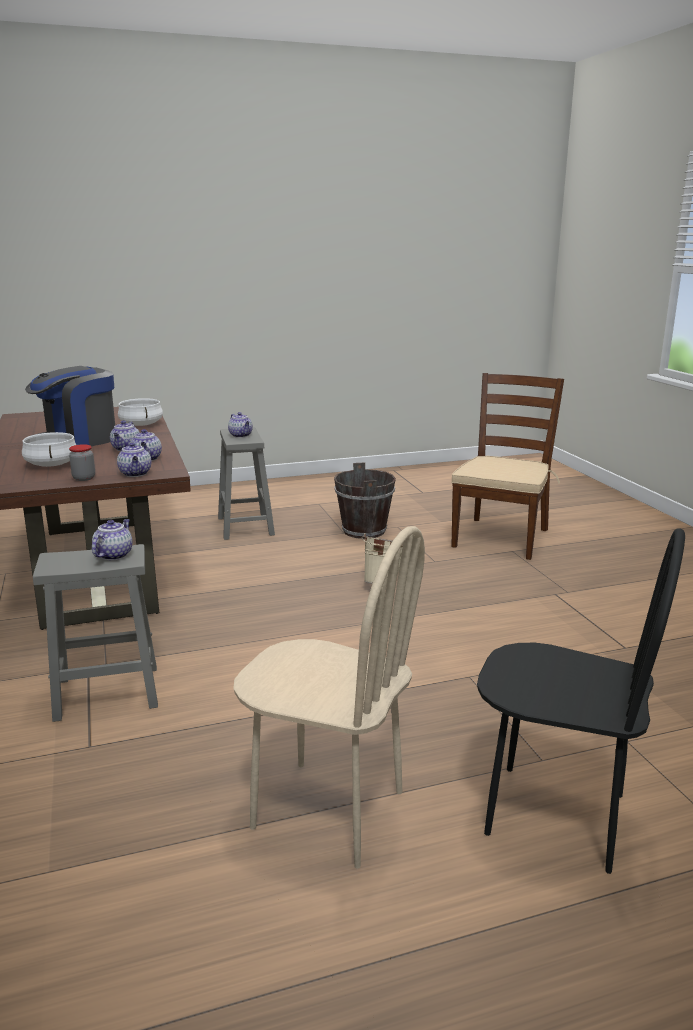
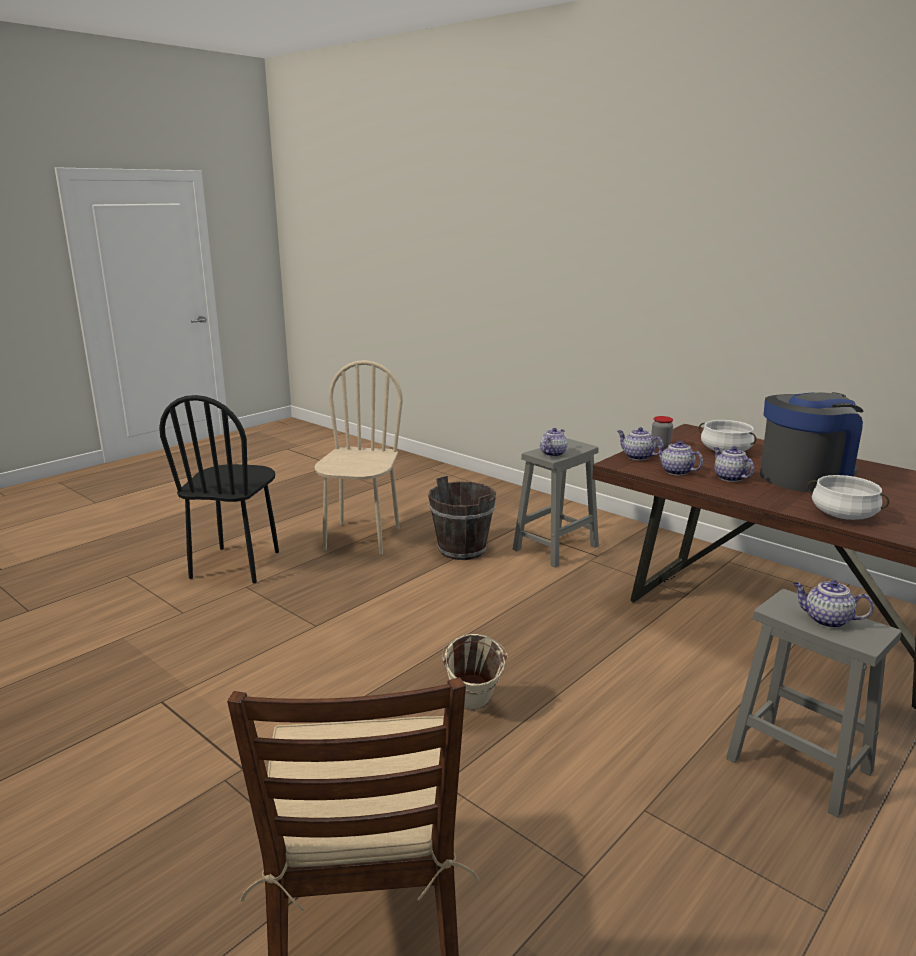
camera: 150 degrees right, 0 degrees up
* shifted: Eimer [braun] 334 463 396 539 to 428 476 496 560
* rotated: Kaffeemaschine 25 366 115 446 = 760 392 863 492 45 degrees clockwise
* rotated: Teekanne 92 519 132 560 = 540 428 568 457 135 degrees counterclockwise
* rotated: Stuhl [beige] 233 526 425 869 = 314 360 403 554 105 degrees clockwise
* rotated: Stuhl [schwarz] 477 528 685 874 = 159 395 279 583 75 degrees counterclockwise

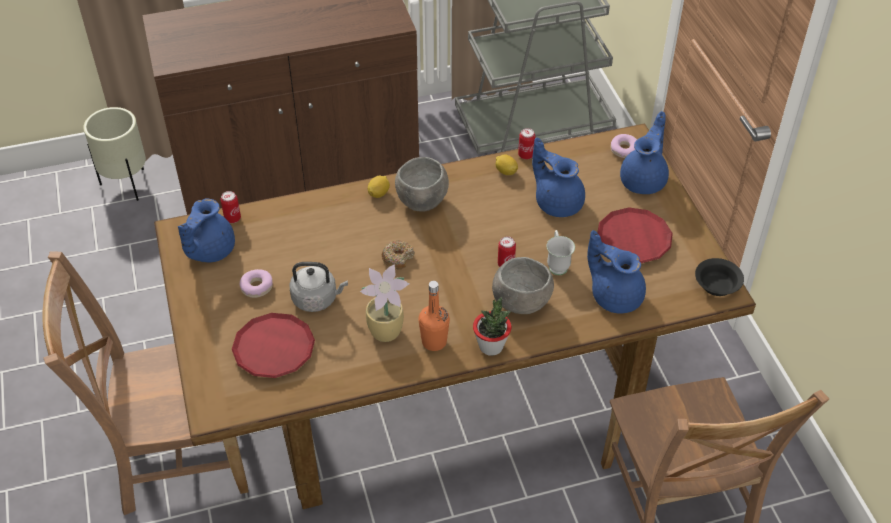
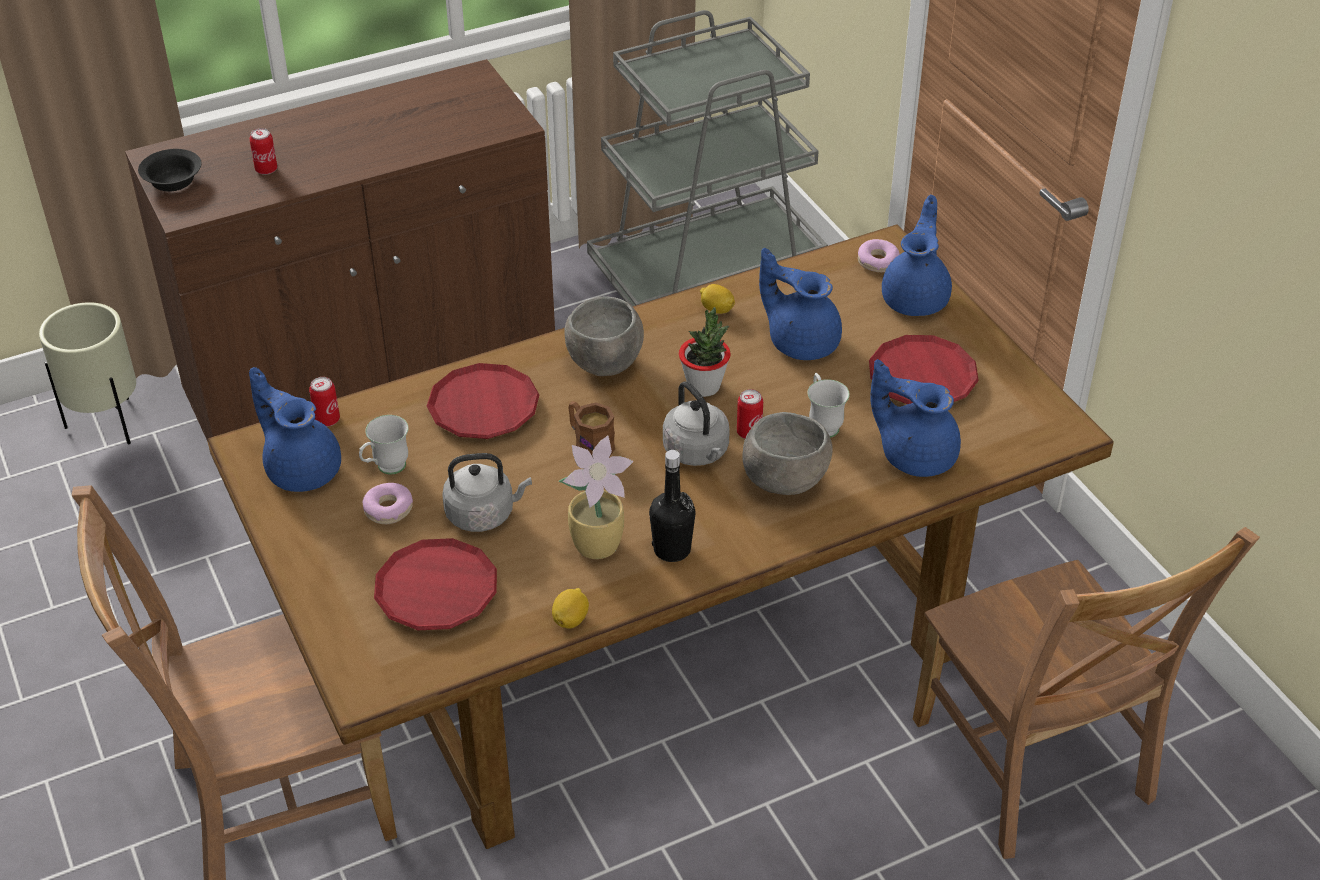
camera: 10 degrees left, 5 degrees down
* new: Henkelbecher [weiß] 359 415 409 475
* new: Teller [rot] 427 363 539 439
* new: Wasserkessel [grau] 663 381 730 466
* shifted: Zitrone 368 176 390 198 to 552 588 589 629
* shifted: Topfpflanze 473 297 511 356 to 679 307 731 397
* shifted: Dose 518 128 535 159 to 250 128 277 175
* shifted: Schüssel [schwarz] 695 258 744 296 to 138 149 202 192
* swapped: Donut 382 240 415 270 to Henkelbecher [braun] 568 401 615 457
* repainted: Flasche [orange] 418 281 450 351 to Flasche [schwarz] 649 450 696 562
* rotated: Teekanne [blau] 178 199 235 263 = 249 367 341 492 120 degrees clockwise

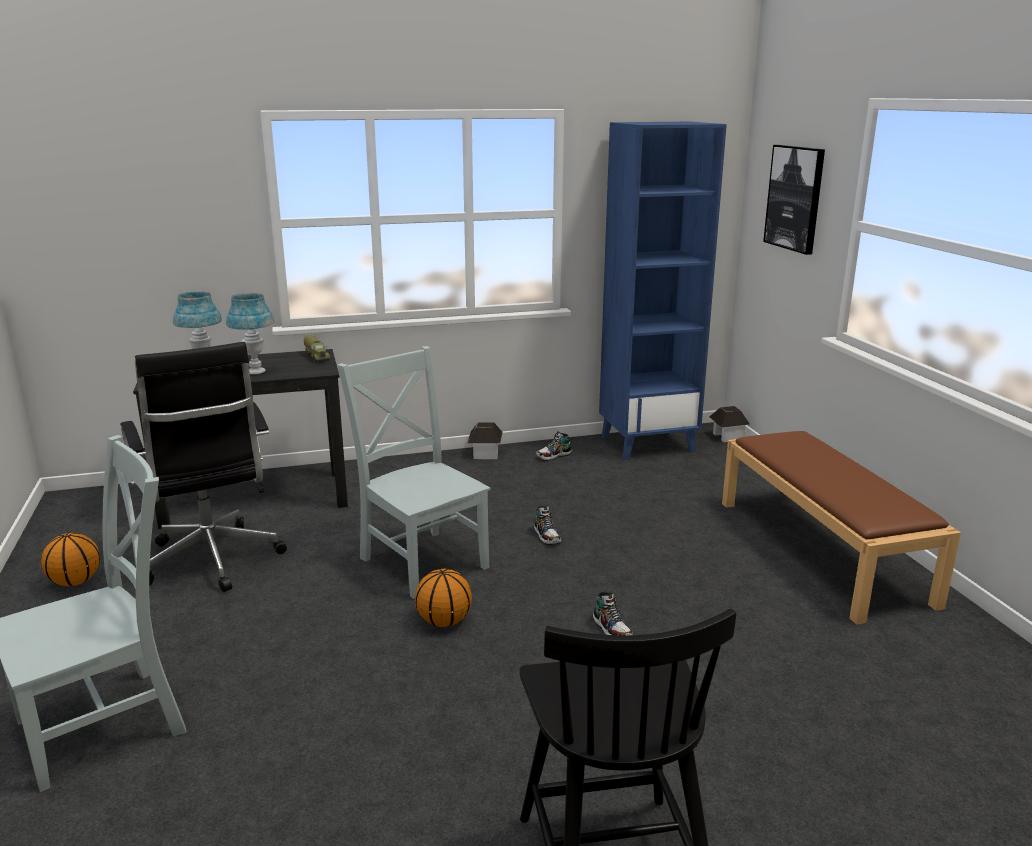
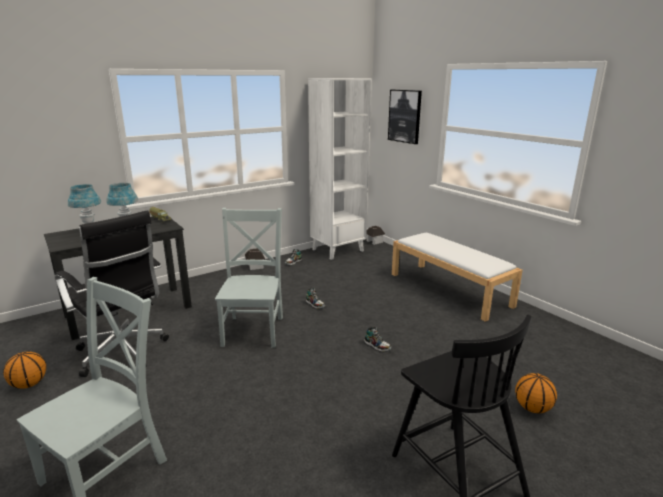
camera: 20 degrees left, 0 degrees up
* shifted: Basketball 415 569 472 627 to 515 373 557 413
* repainted: Bücherregal [blau] 599 122 727 460 to Bücherregal [weiß] 308 78 372 260
* repainted: Bank [braun] 722 431 961 625 to Bank [weiß] 392 233 523 322
* rotated: Stuhl [grau] 337 346 491 599 = 215 208 283 348 60 degrees clockwise

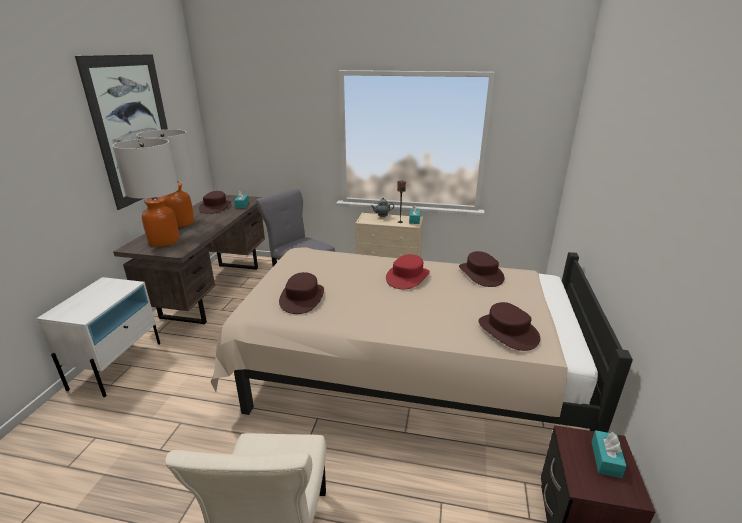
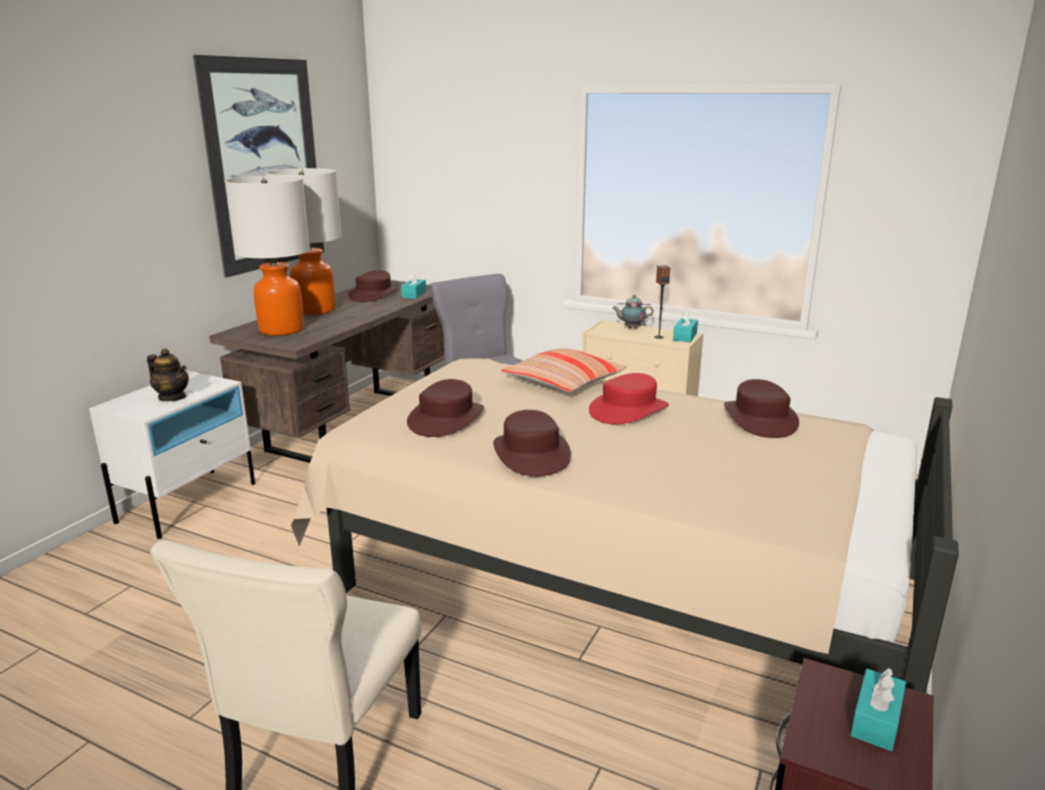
camera: 15 degrees right, 5 degrees down
* new: Teekanne 147 348 189 401
* new: Kissen 501 349 627 392
* shifted: Hut [braun] 478 302 540 351 to 493 410 571 476

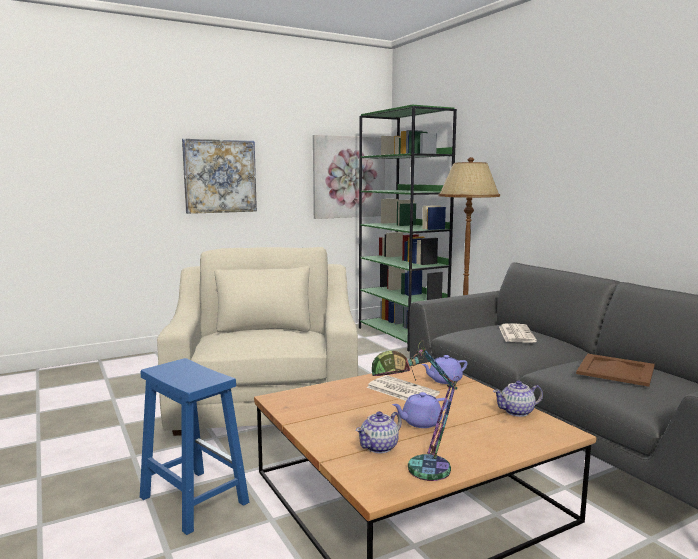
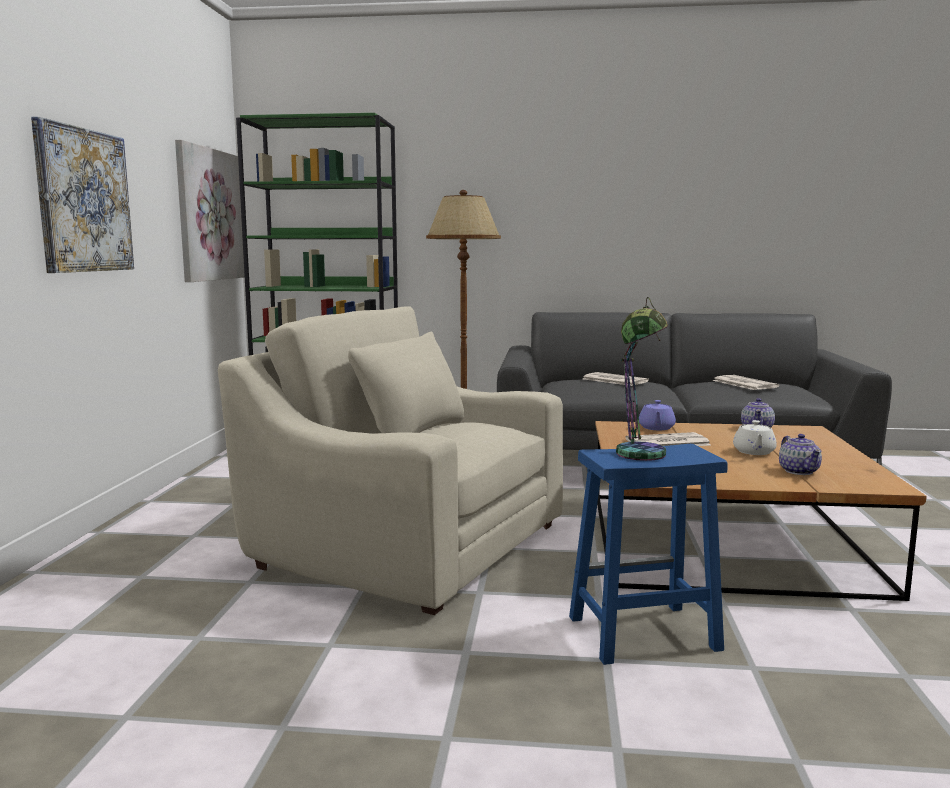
camera: 55 degrees left, 0 degrees up
* shifted: Tischlampe 372 340 459 481 to 616 297 668 461
* swapped: Tablett [braun] 576 354 655 387 to Zeitung 712 375 779 390
* repainted: Teekanne [lila] 392 392 448 428 to Teekanne [weiß] 733 420 777 455

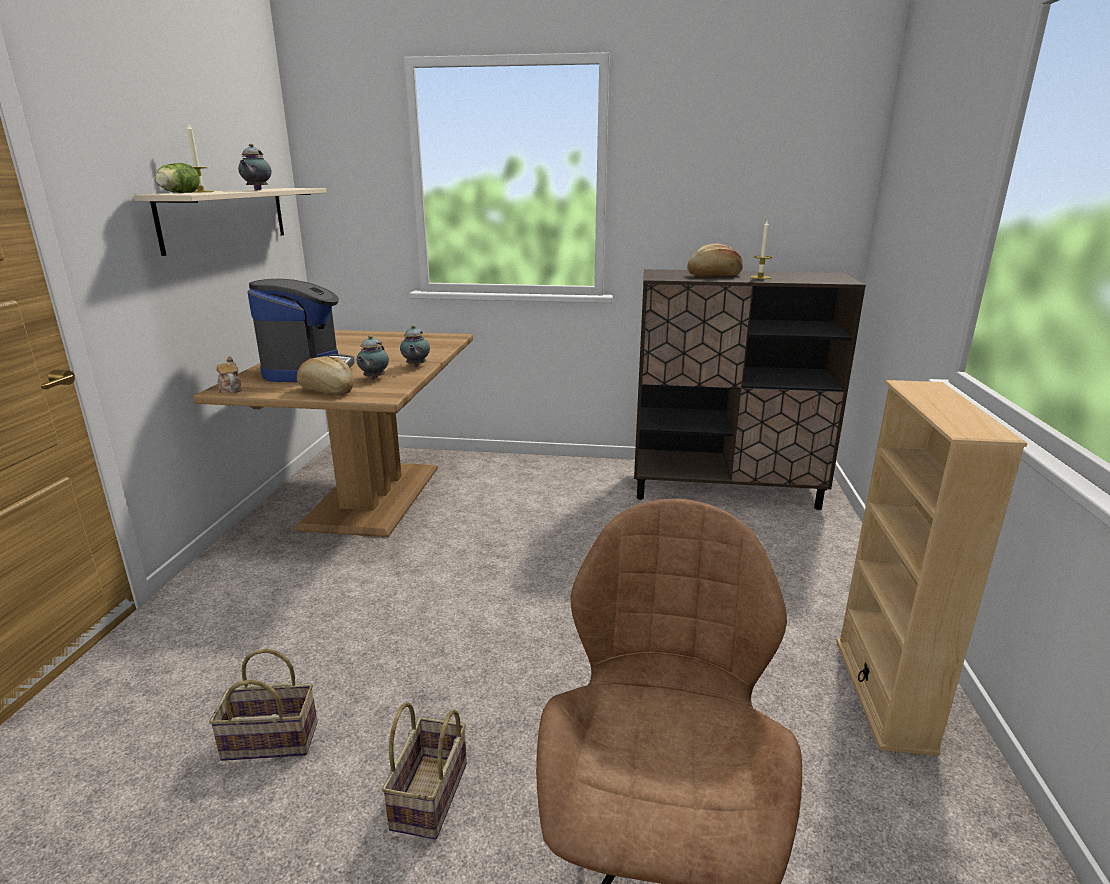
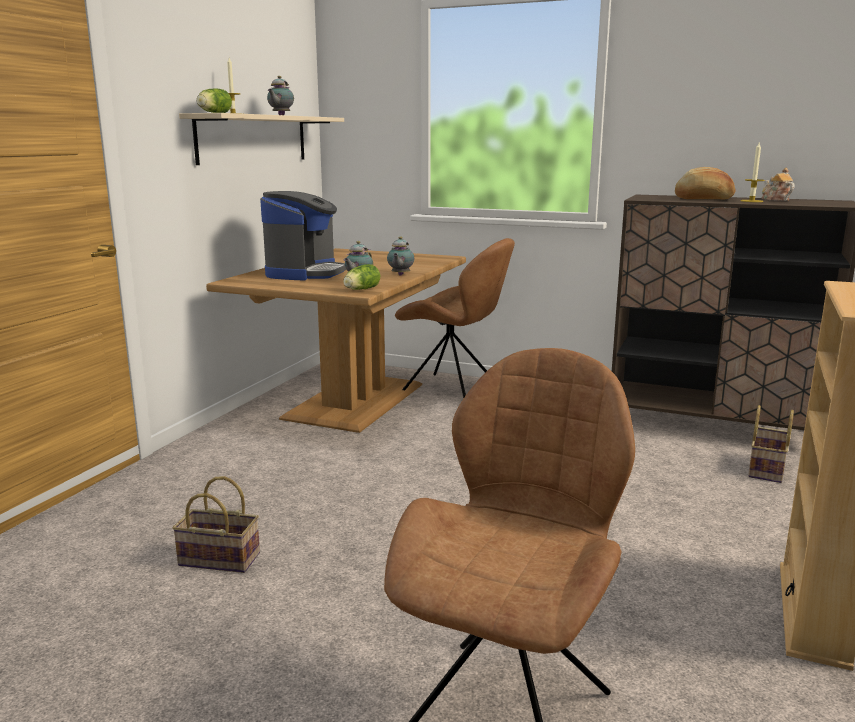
camera: 15 degrees right, 5 degrees down
* gone: Brot 297 356 354 395
* new: Salatkopf 343 264 380 290
* new: Stuhl [braun] 395 238 515 398
* shifted: Teekanne 216 356 242 393 to 761 168 795 201
* shifted: Korb 382 702 467 839 to 748 405 794 483

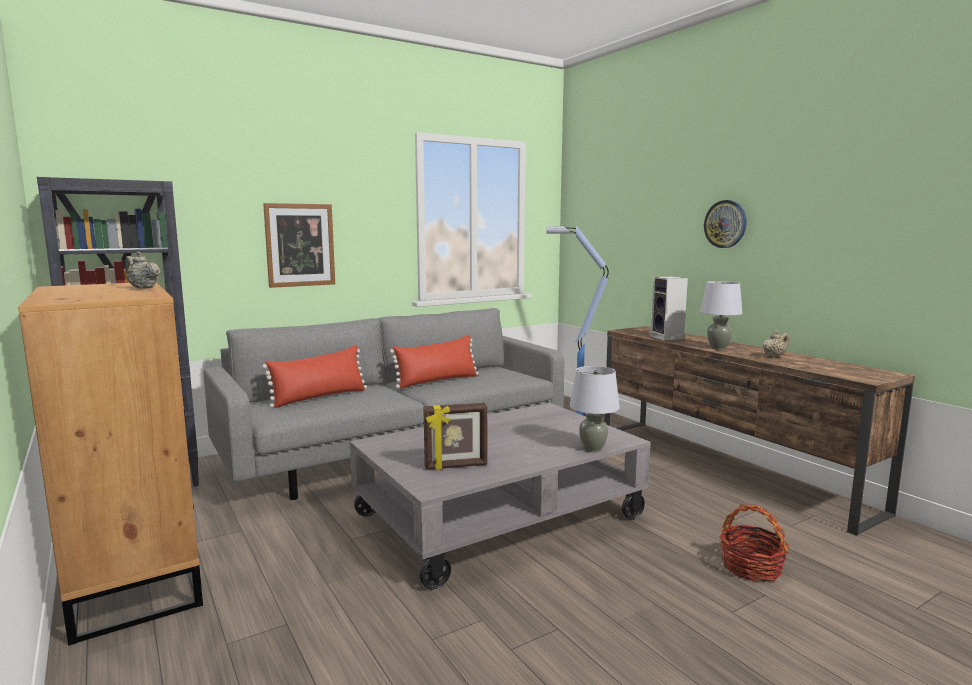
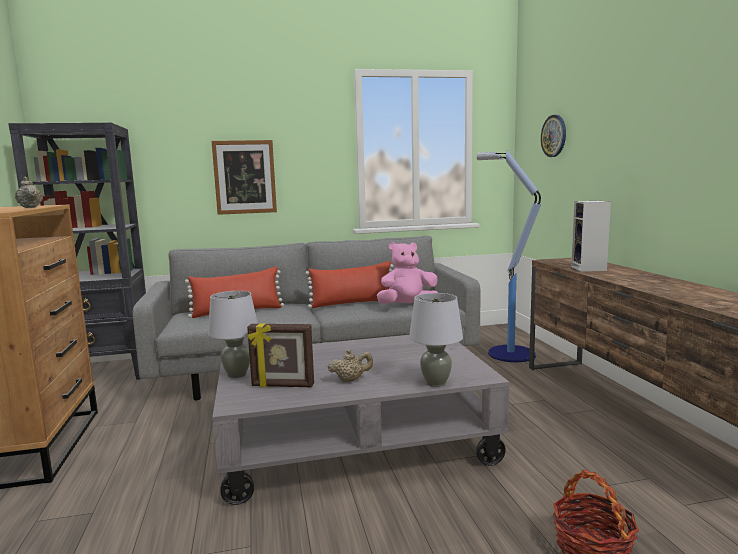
camera: 20 degrees right, 0 degrees up
* new: Plüschtier [rosa] 377 242 438 304
* shifted: Tischlampe [grau] 700 281 743 350 to 208 291 258 378
* shifted: Wanduhr 704 200 747 248 to 541 115 566 157
* shifted: Teekanne [beige] 763 331 789 357 to 327 349 373 382

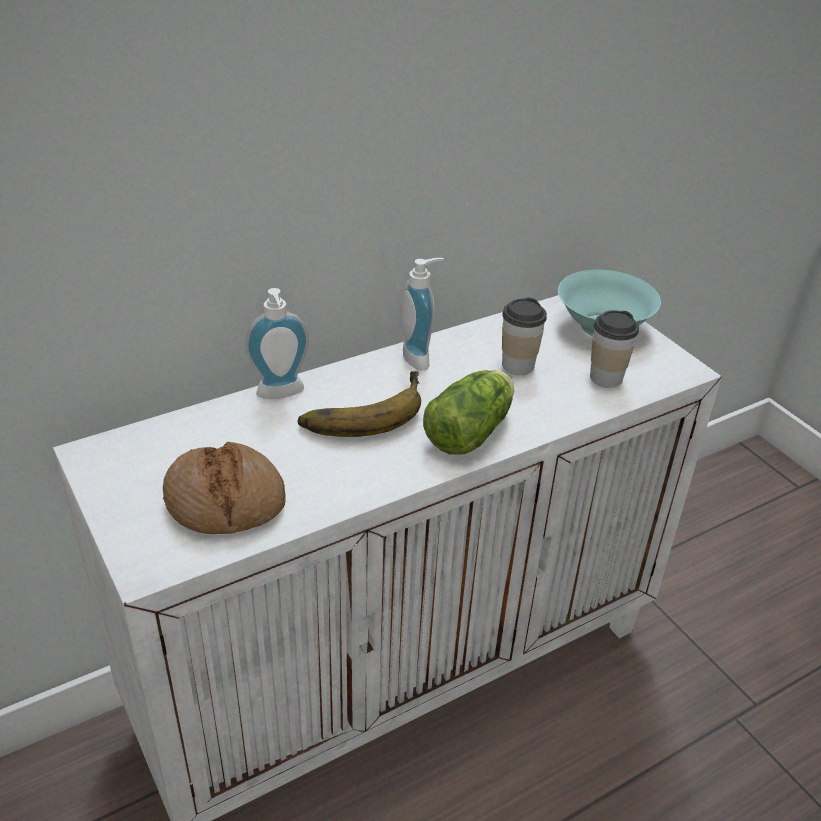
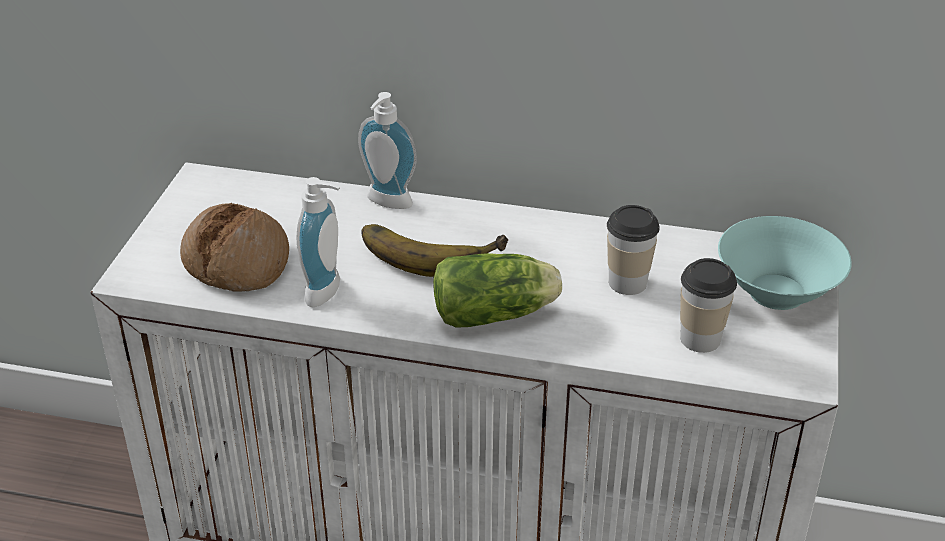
camera: 45 degrees right, 0 degrees up
* shifted: Seifenspender 402 258 444 371 to 297 177 340 307

